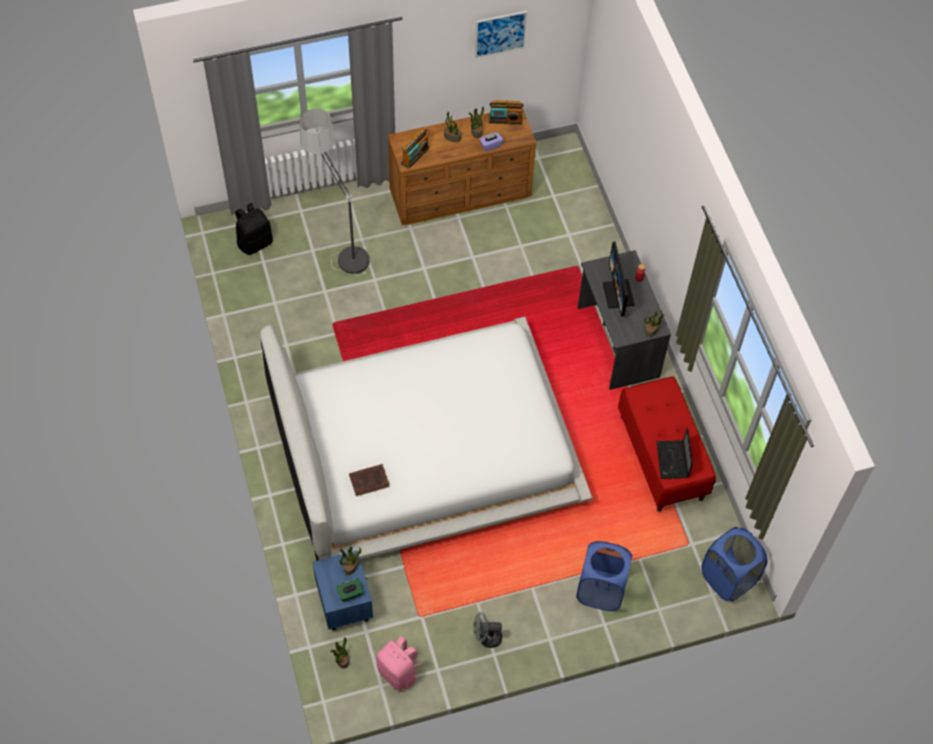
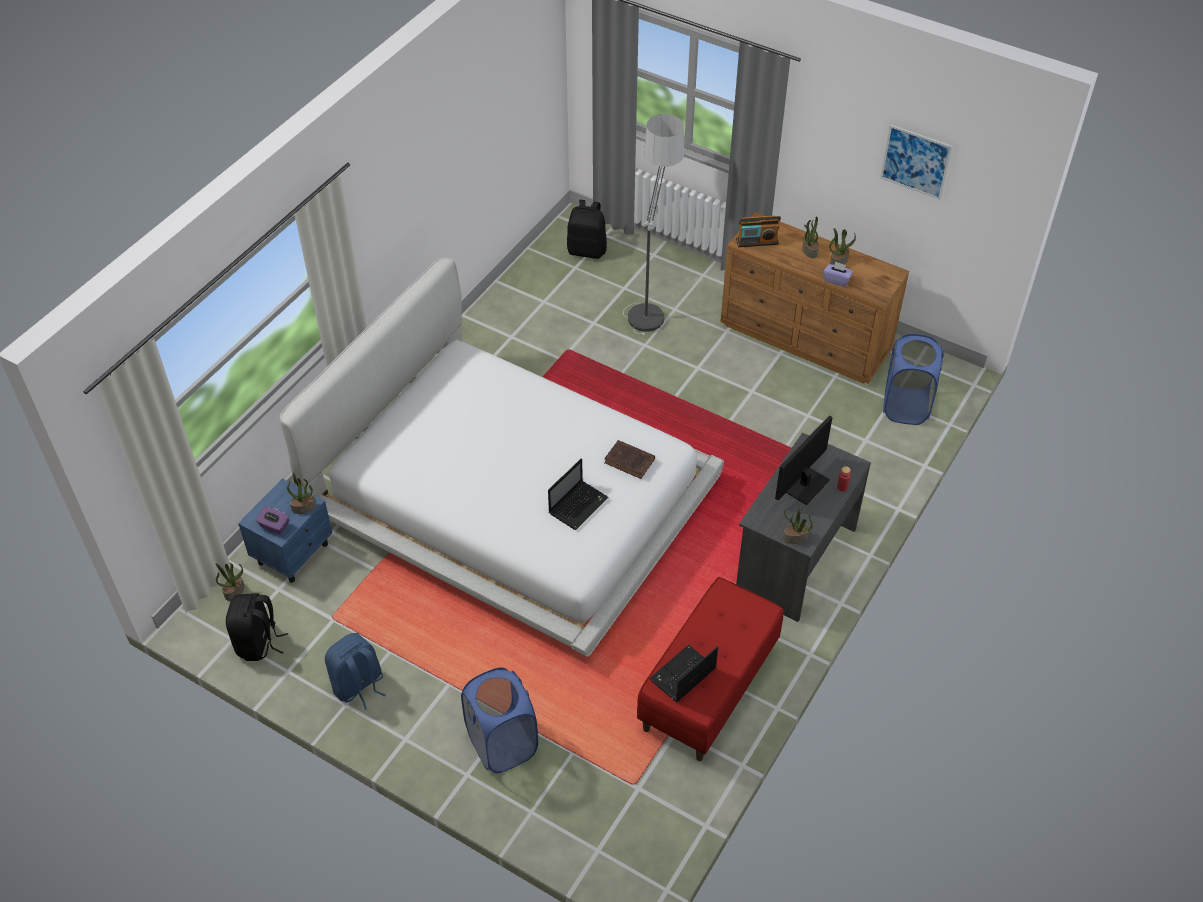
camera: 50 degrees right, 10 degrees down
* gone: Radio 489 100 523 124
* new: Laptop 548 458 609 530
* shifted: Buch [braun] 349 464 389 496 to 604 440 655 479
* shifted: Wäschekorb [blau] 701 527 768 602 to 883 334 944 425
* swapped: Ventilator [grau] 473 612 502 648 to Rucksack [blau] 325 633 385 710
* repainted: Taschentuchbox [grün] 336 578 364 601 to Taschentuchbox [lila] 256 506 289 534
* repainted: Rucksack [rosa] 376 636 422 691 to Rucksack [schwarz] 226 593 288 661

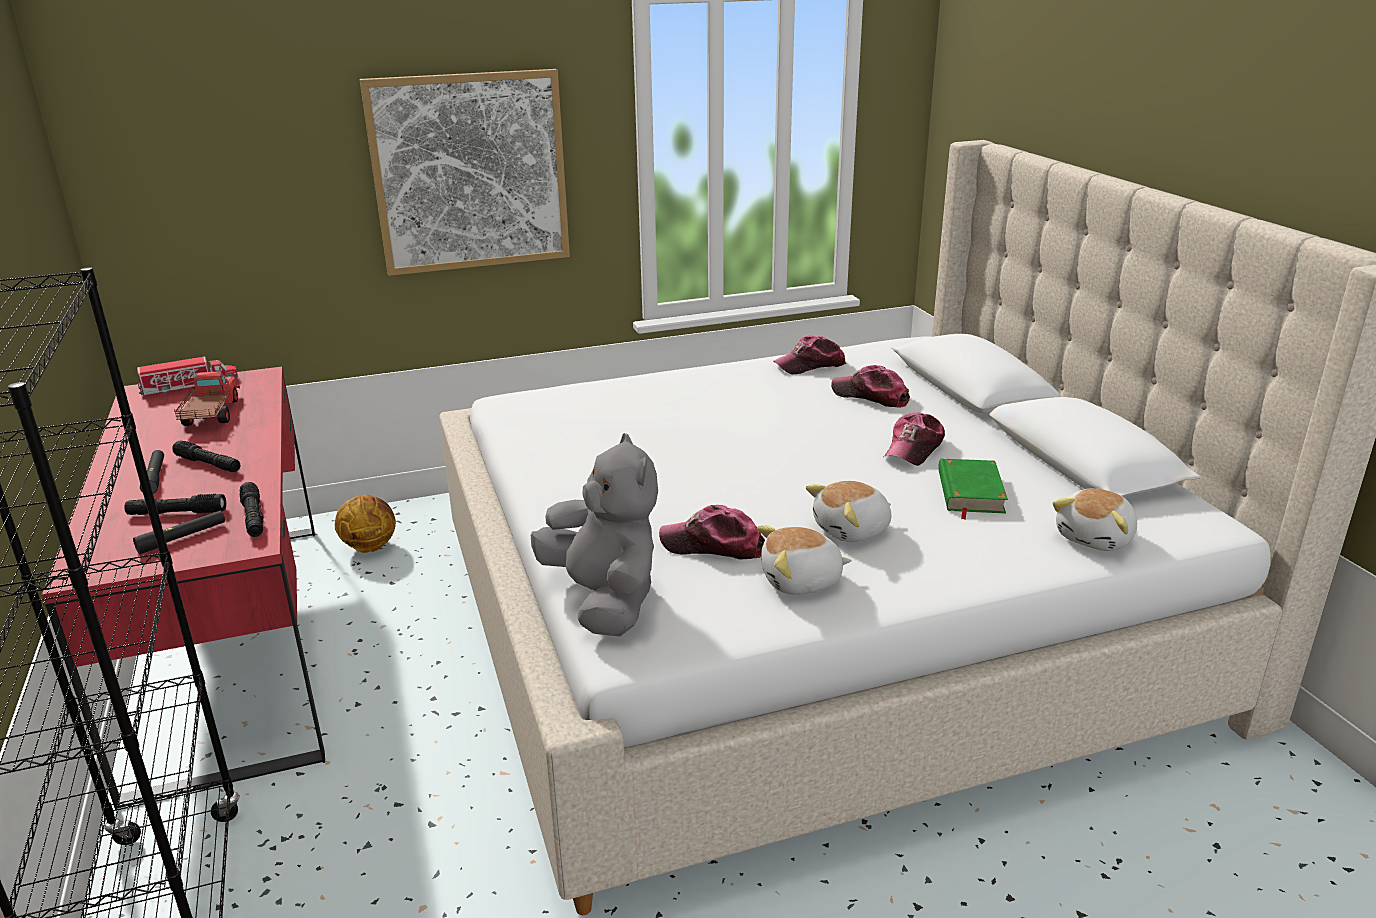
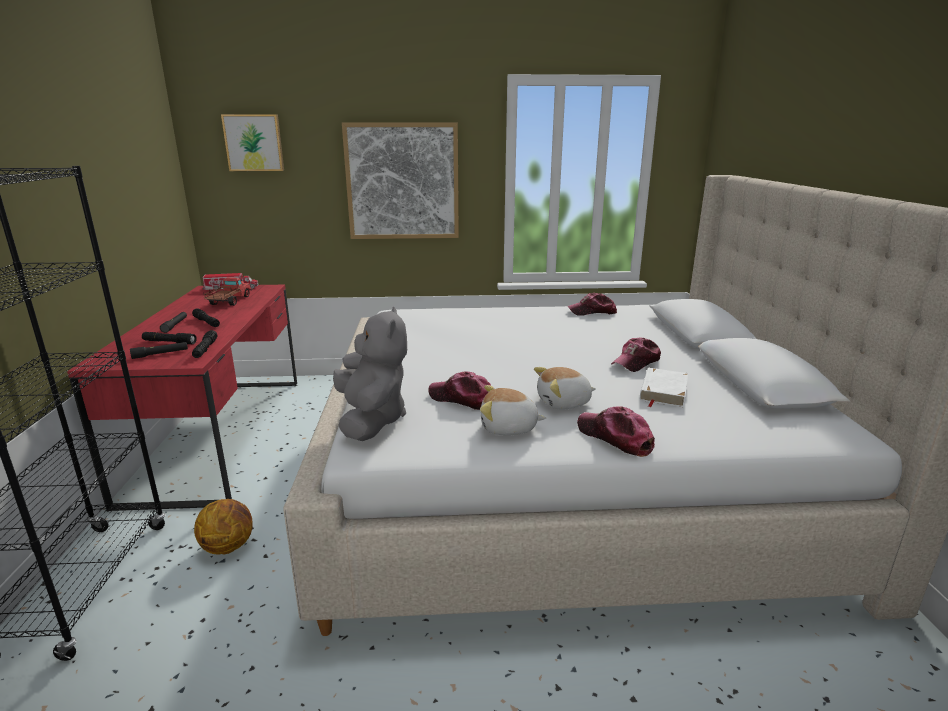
camera: 15 degrees right, 5 degrees down
* gone: Plüschtier 1052 488 1137 551
* new: Bild 221 114 284 171
* shifted: Basketball 335 495 396 553 to 194 499 253 554
* shifted: Kappe 831 365 910 408 to 577 406 655 457
* repainted: Buch [grün] 938 459 1008 520 to Buch [weiß] 640 368 688 407

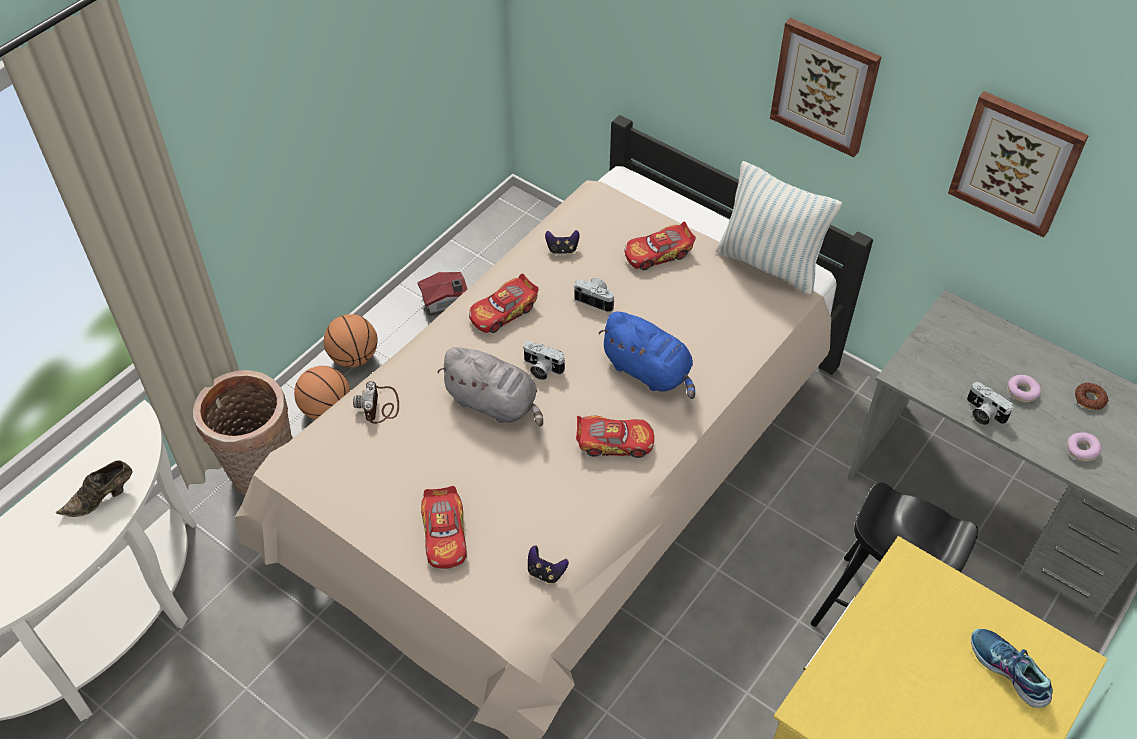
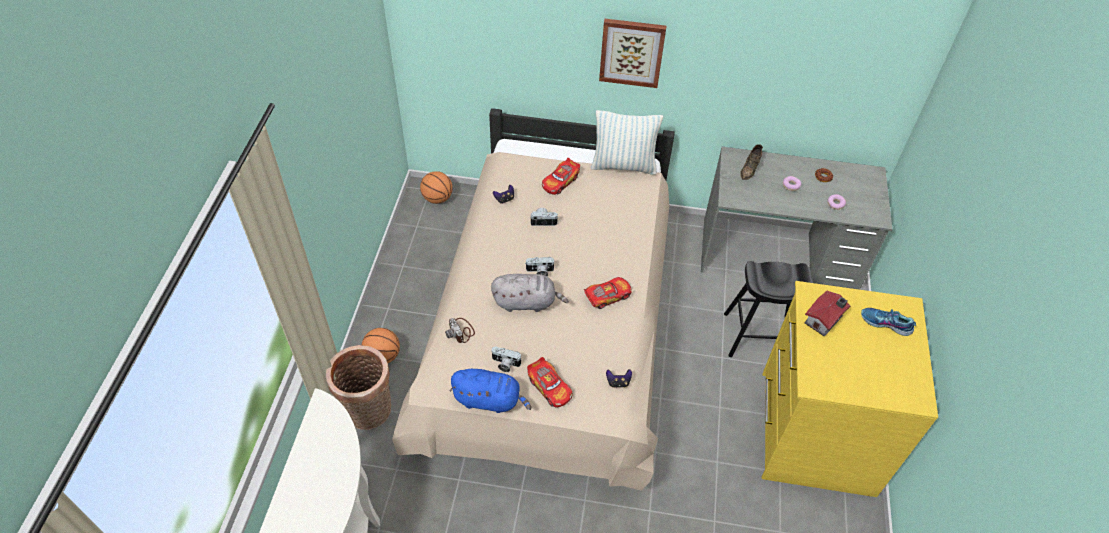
camera: 30 degrees left, 0 degrees up
* gone: Spielzeugauto 469 274 539 333
* gone: Bild 948 91 1089 238
* shifted: Schuh [braun] 56 460 133 517 to 740 144 763 180
* shifted: Basketball 324 314 378 367 to 420 171 453 204
* shifted: Spielzeughaus 418 272 467 316 to 804 291 850 336
* shifted: Plüschtier [blau] 599 312 695 399 to 450 369 531 413
* shifted: Kamera 967 382 1014 425 to 492 347 522 372

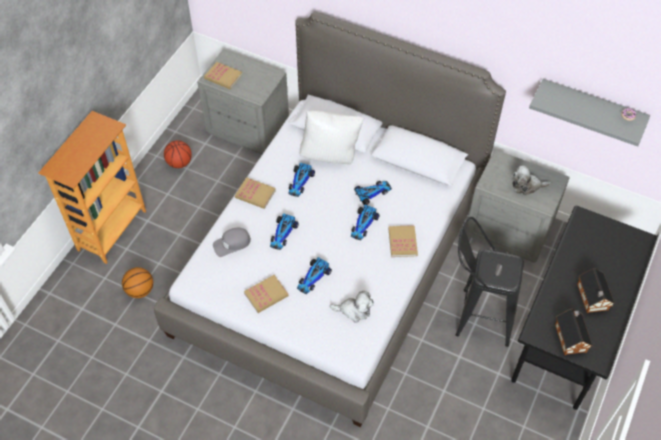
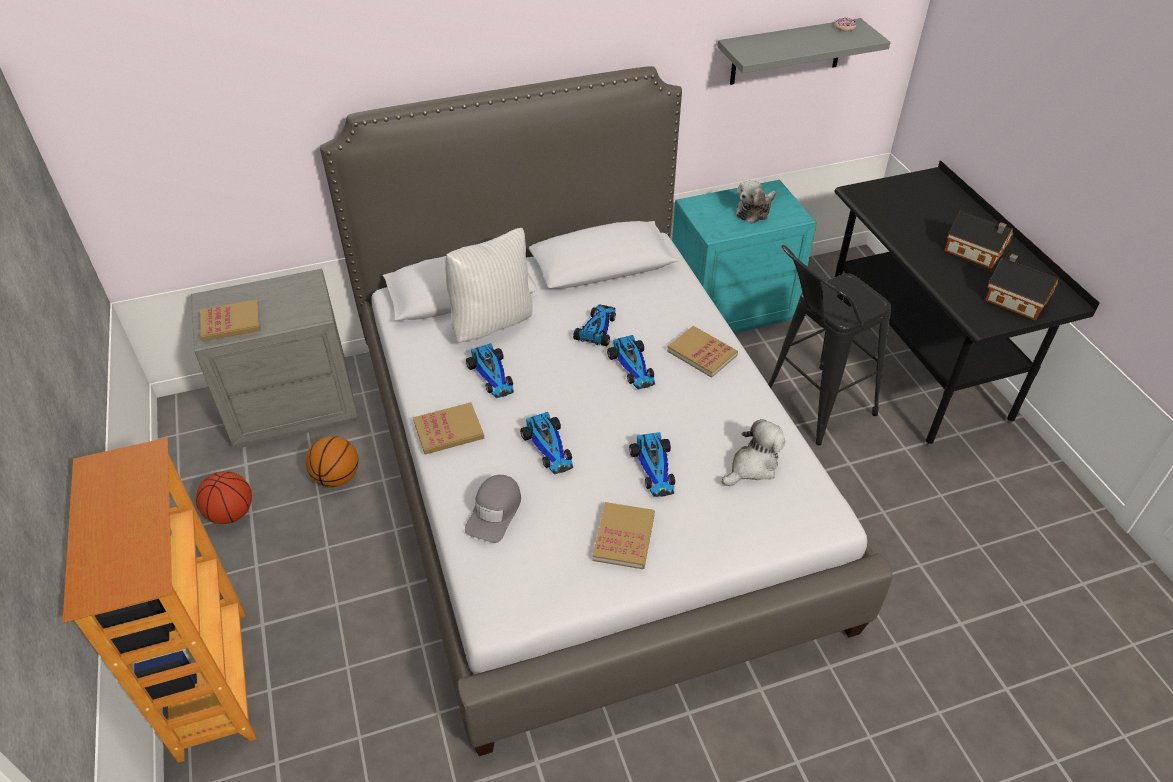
camera: 45 degrees left, 10 degrees down
* shifted: Basketball 122 267 153 298 to 306 436 359 487
* repainted: Nachttisch [grau] 466 150 570 263 to Nachttisch [türkis] 672 180 817 333

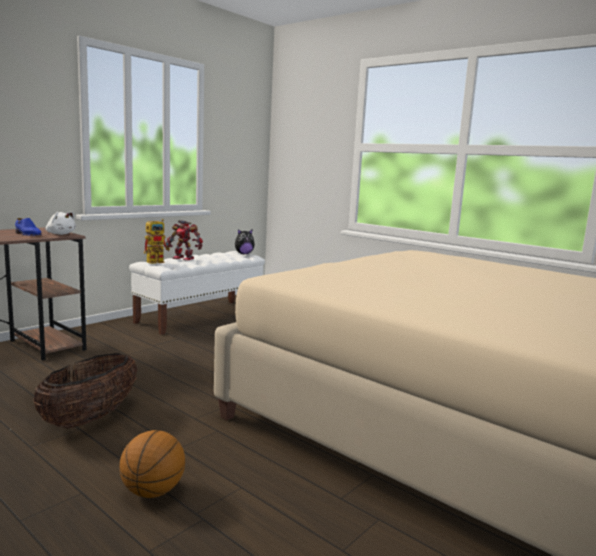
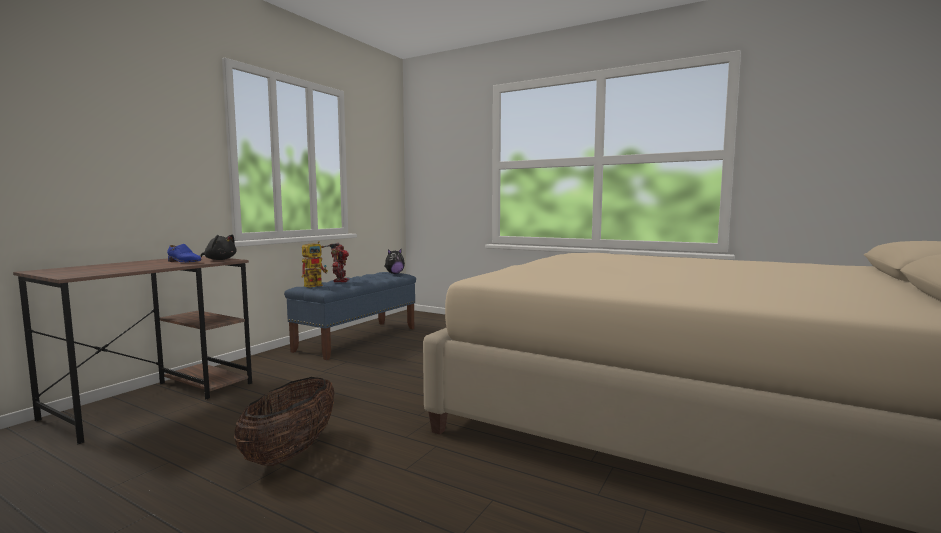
camera: 10 degrees left, 5 degrees down
* gone: Basketball 119 430 185 498
* repainted: Plüschtier [weiß] 45 211 76 235 to Plüschtier [schwarz] 201 234 237 260
* repainted: Bank [weiß] 129 251 265 335 to Bank [blau] 284 272 416 360
* rotated: Spielzeugroboter 166 220 203 261 = 321 243 349 282 105 degrees counterclockwise

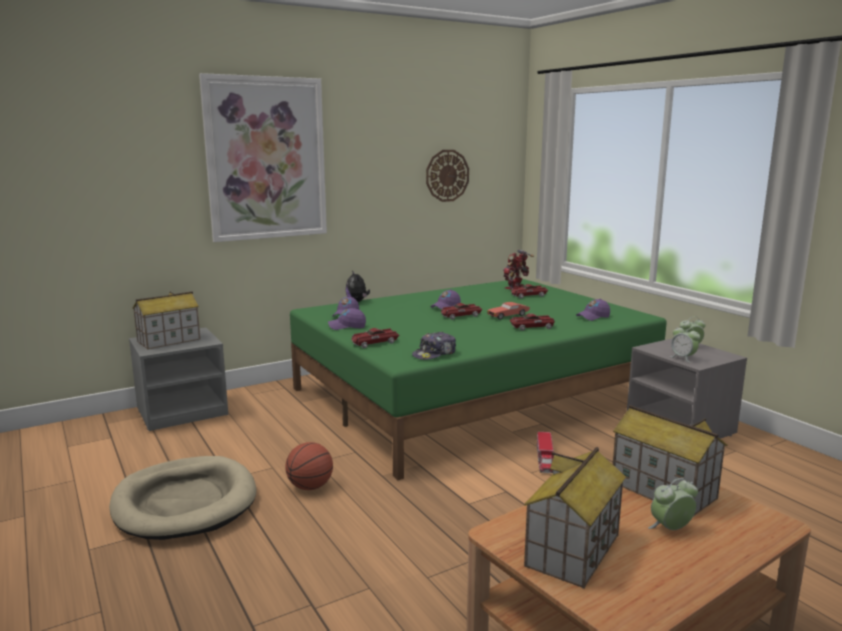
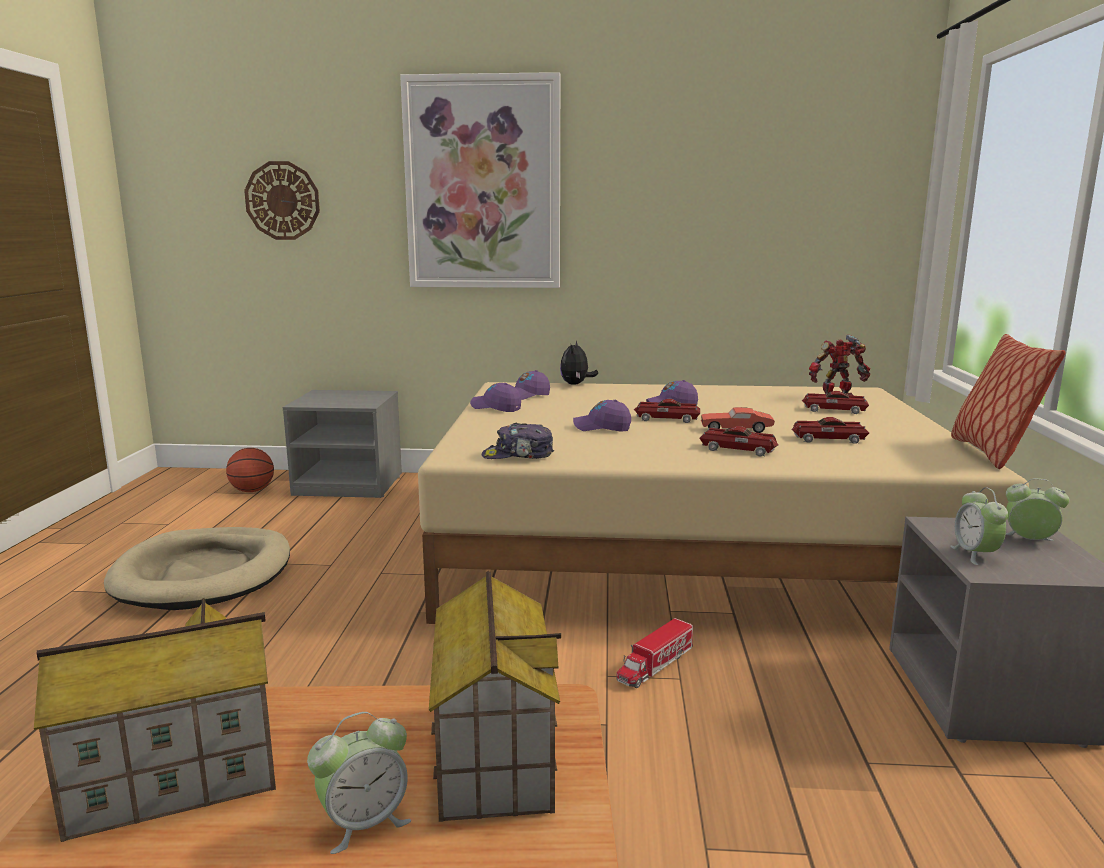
camera: 35 degrees right, 0 degrees up
* gone: Spielzeughaus 132 291 200 349
* new: Kissen 951 334 1066 469
* shifted: Basketball 285 442 333 490 to 226 448 274 492
* shifted: Spielzeugauto 351 328 399 348 to 791 417 869 444
* shifted: Wanduhr 426 150 469 202 to 244 161 320 240
* shifted: Kappe [lila] 576 299 610 321 to 573 400 631 432
* repainted: Bett [grün] 290 279 667 480 to Bett [beige] 418 382 1029 624
* rotated: Wecker 648 478 698 530 = 307 712 411 854 135 degrees clockwise

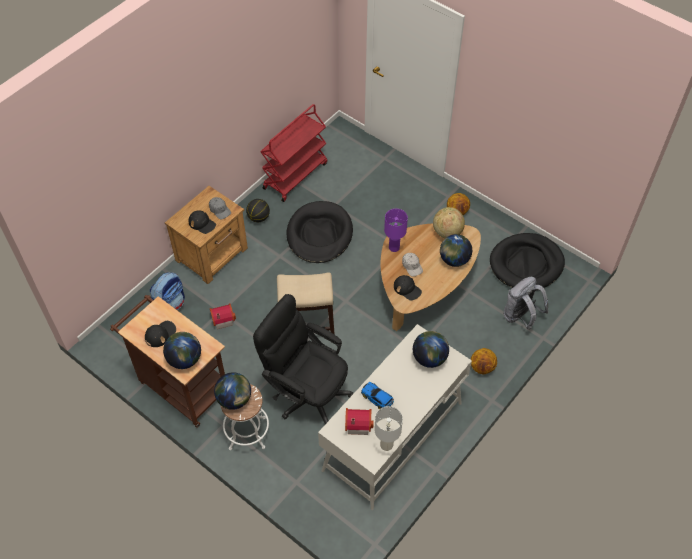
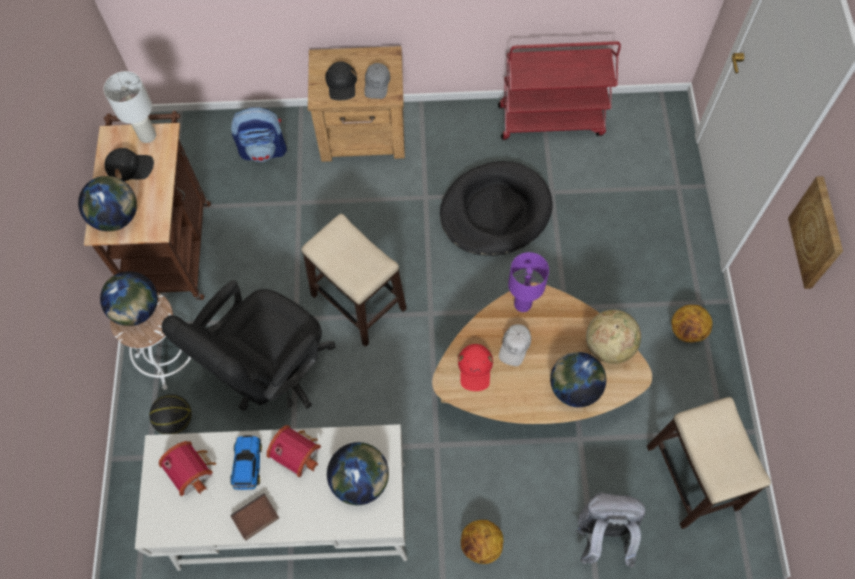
camera: 50 degrees right, 10 degrees up
* new: Buch 230 494 279 540
* new: Bild 788 176 843 289
* shifted: Spielzeughaus 210 304 236 329 to 267 425 321 478
* shifted: Basketball 246 199 270 222 to 149 394 192 434
* shifted: Tischlampe [weiß] 374 406 403 451 to 104 71 156 143
* swapped: Hundebett [schwarz] 490 233 565 291 to Hocker 647 397 771 529
* repainted: Kappe [schwarz] 394 275 422 300 to Kappe [rot] 458 344 493 391
* rotated: Bürostuhl [schwarz] 253 294 353 424 = 162 280 336 412 135 degrees counterclockwise

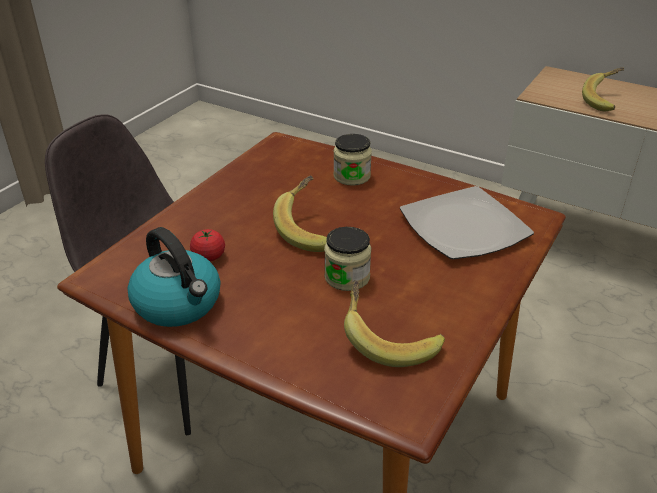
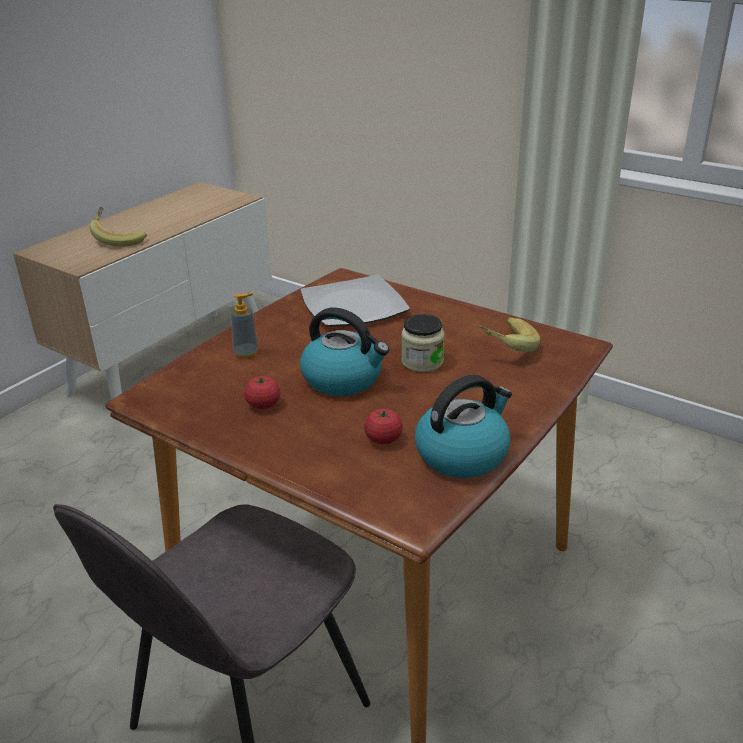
camera: 85 degrees left, 5 degrees down
* new: Tomate 244 376 281 409
* swapped: Banane 273 175 327 252 to Wasserkessel 300 307 389 396
* swapped: Vorratsglas 333 134 372 186 to Seifenspender 231 293 258 359

